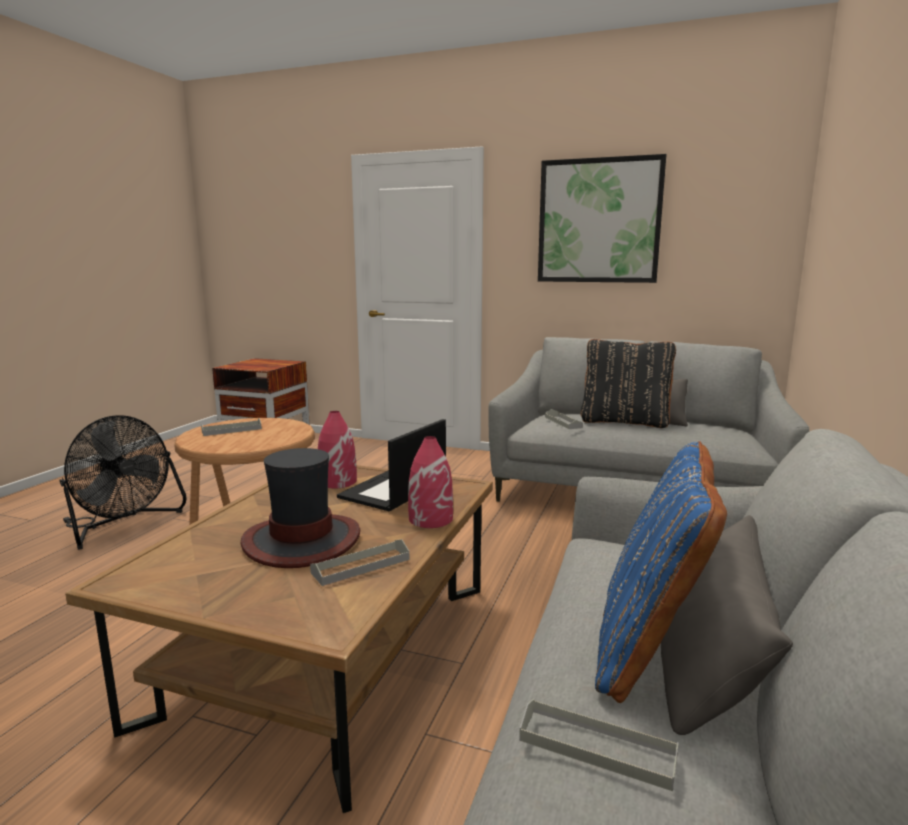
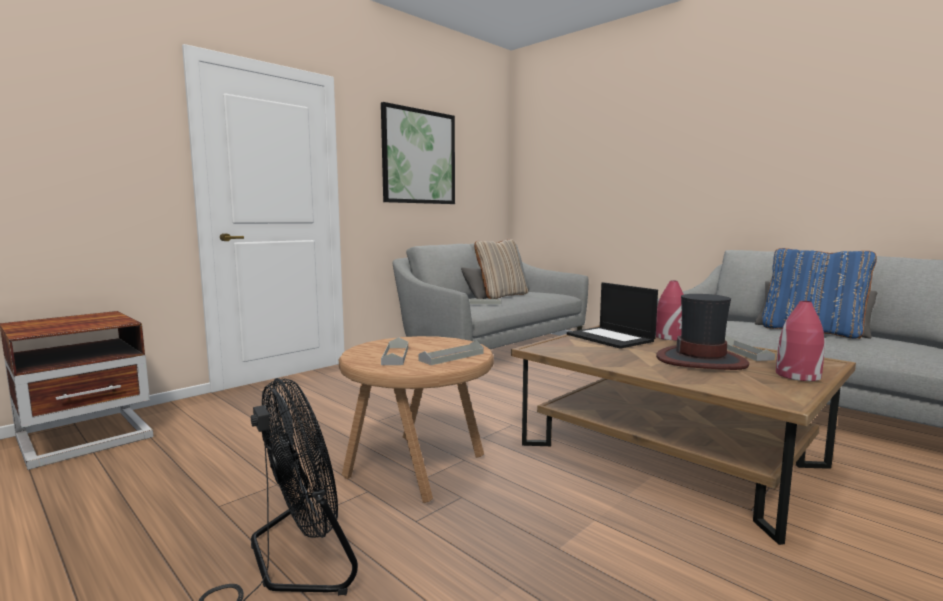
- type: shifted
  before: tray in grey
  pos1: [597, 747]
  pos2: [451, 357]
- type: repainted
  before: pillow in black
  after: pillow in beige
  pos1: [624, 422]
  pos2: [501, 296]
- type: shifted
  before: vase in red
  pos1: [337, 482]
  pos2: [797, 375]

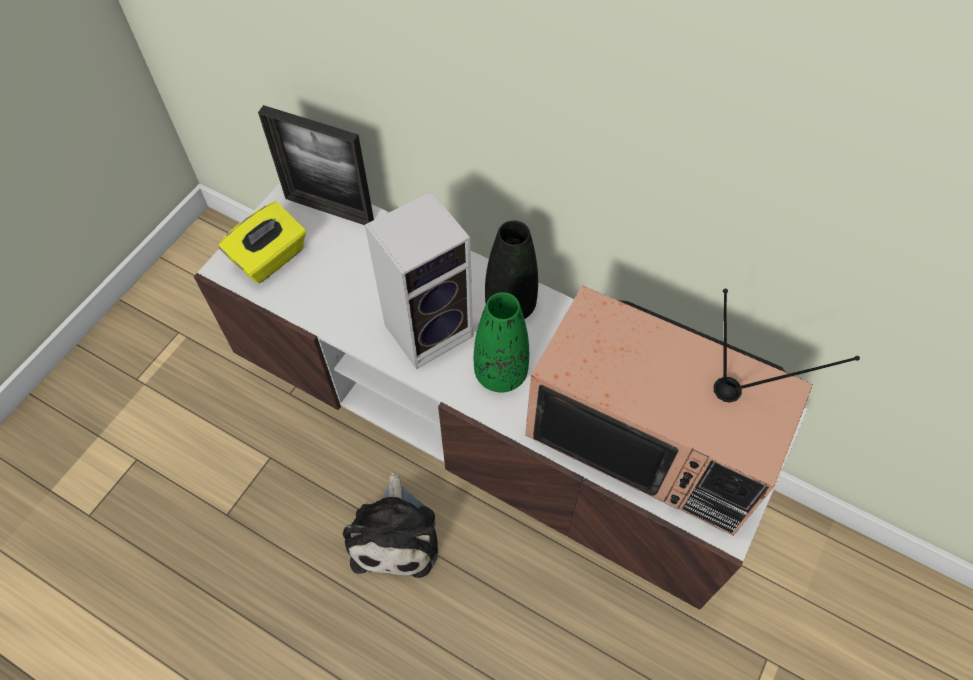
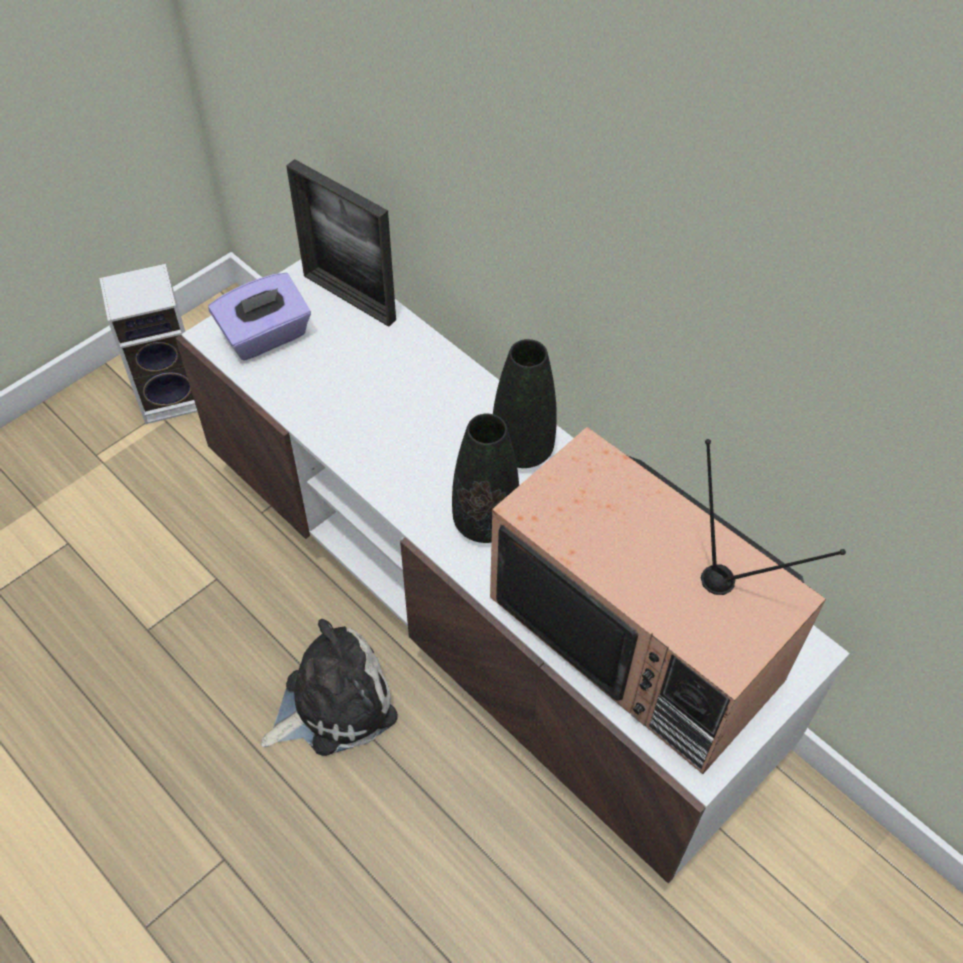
- type: shifted
  before: speaker
  pos1: [430, 328]
  pos2: [174, 394]
- type: repainted
  before: tissue box in yellow
  after: tissue box in purple
  pos1: [270, 258]
  pos2: [266, 336]
- type: rotated
  before: plush toy
  pos1: [395, 534]
  pos2: [333, 703]
  turn: -135
- type: repainted
  before: vase in green
  after: vase in black
  pos1: [500, 373]
  pos2: [485, 522]

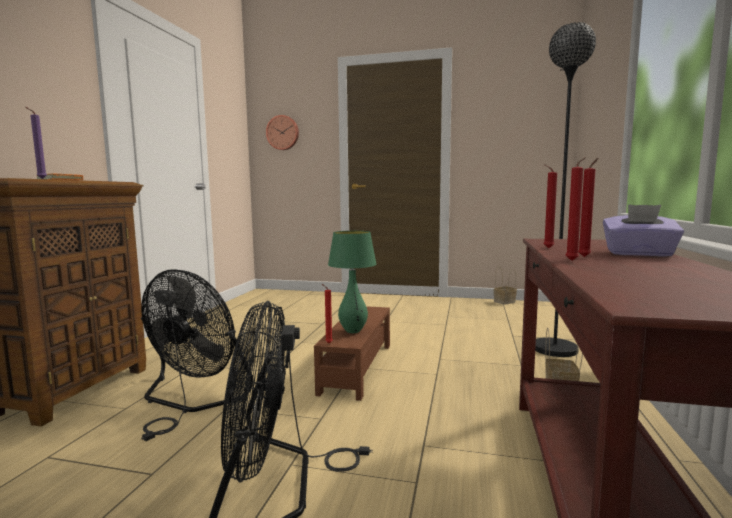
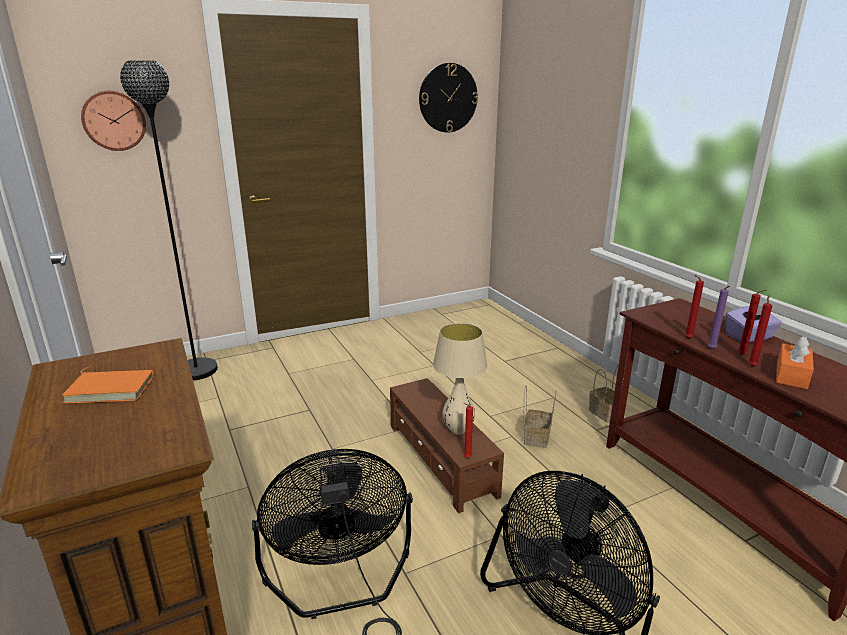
- type: shifted
  before: floor lamp in black
  pos1: [554, 349]
  pos2: [196, 371]
- type: new
  after: wall clock
  pos2: [448, 98]
- type: repainted
  before: table lamp in green
  after: table lamp in beige
  pos1: [353, 331]
  pos2: [458, 430]
- type: shifted
  before: basket
  pos1: [504, 301]
  pos2: [536, 437]
- type: shifted
  before: candle in purple
  pos1: [40, 179]
  pos2: [712, 349]
- type: new
  after: tissue box in orange
  pos2: [791, 375]

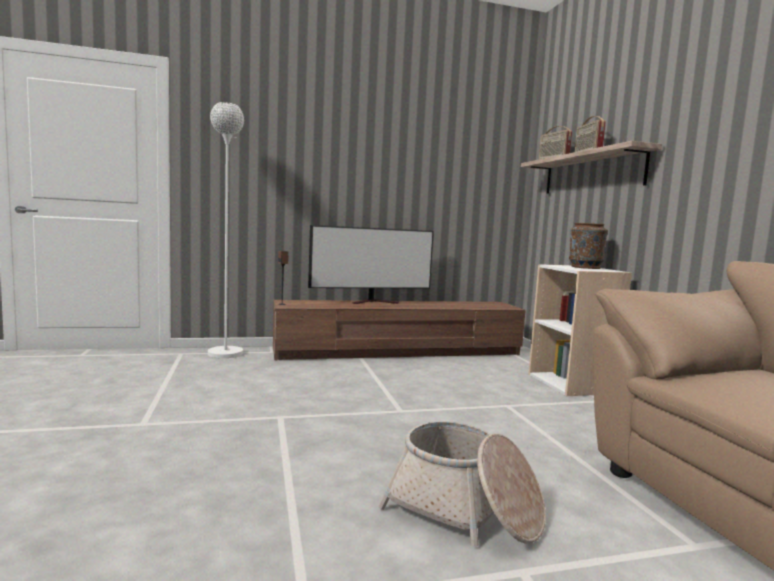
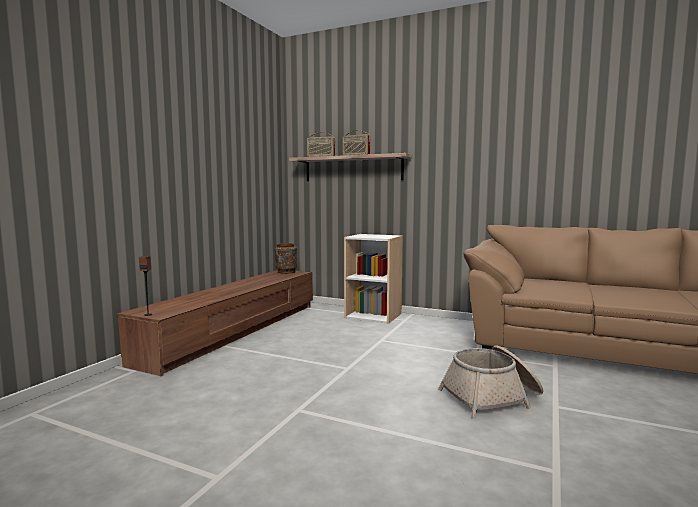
- type: shifted
  before: vase in brown
  pos1: [584, 267]
  pos2: [286, 272]
- type: gone
  before: floor lamp in white
  pos1: [225, 353]
- type: gone
  before: television
  pos1: [374, 302]

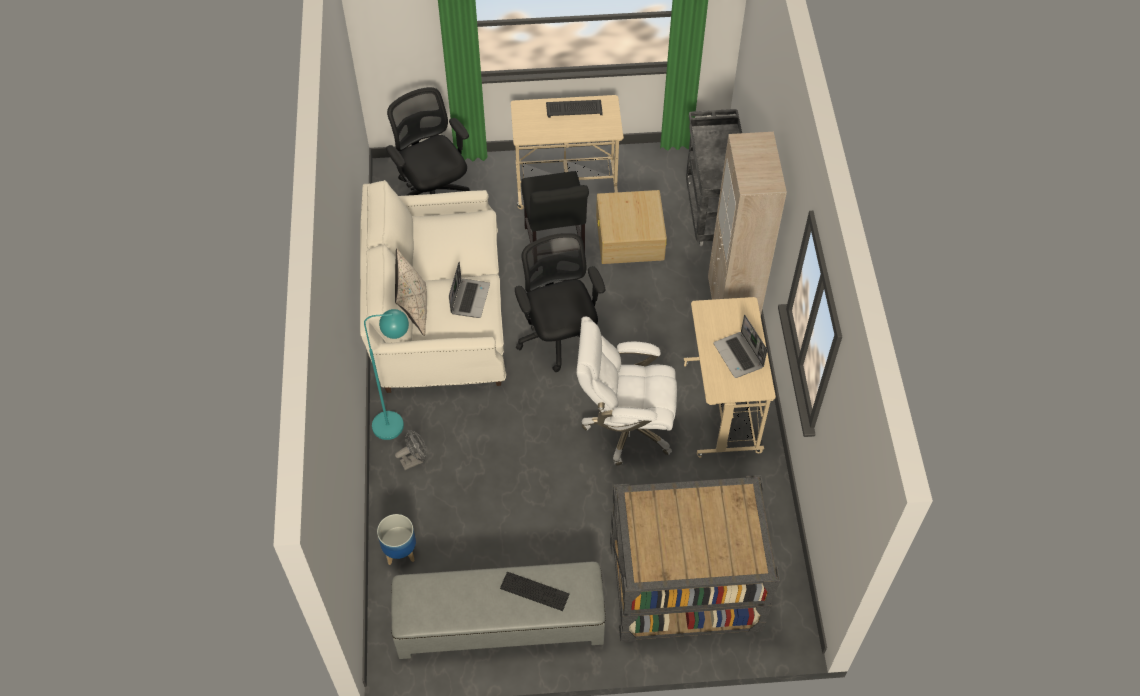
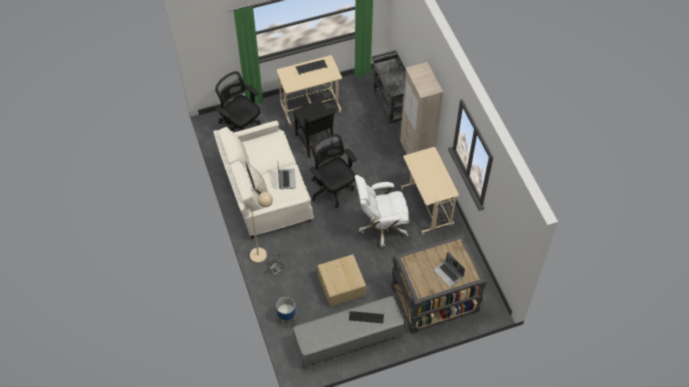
- type: repainted
  before: floor lamp in turquoise
  after: floor lamp in beige
  pos1: [398, 425]
  pos2: [263, 254]
- type: shifted
  before: storage box in beige
  pos1: [629, 238]
  pos2: [341, 285]
- type: shifted
  before: laptop
  pos1: [739, 356]
  pos2: [448, 273]

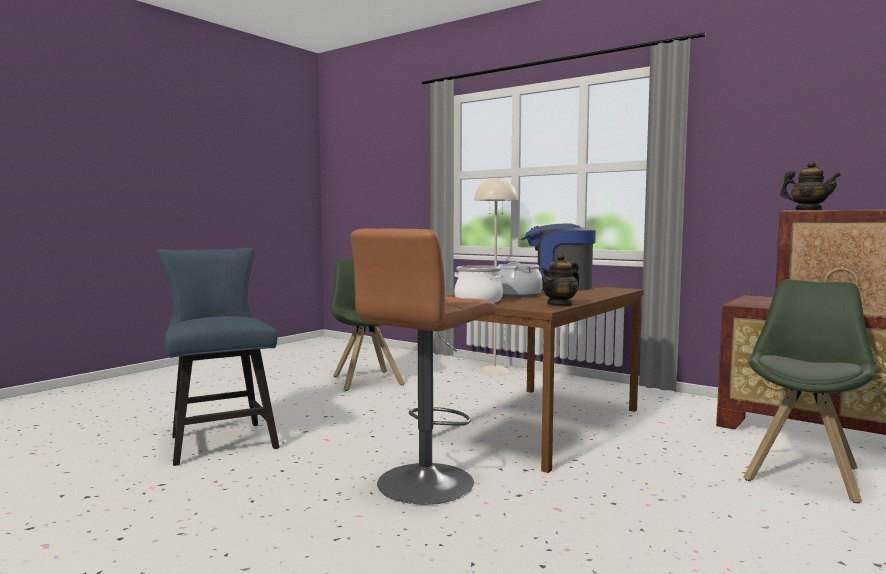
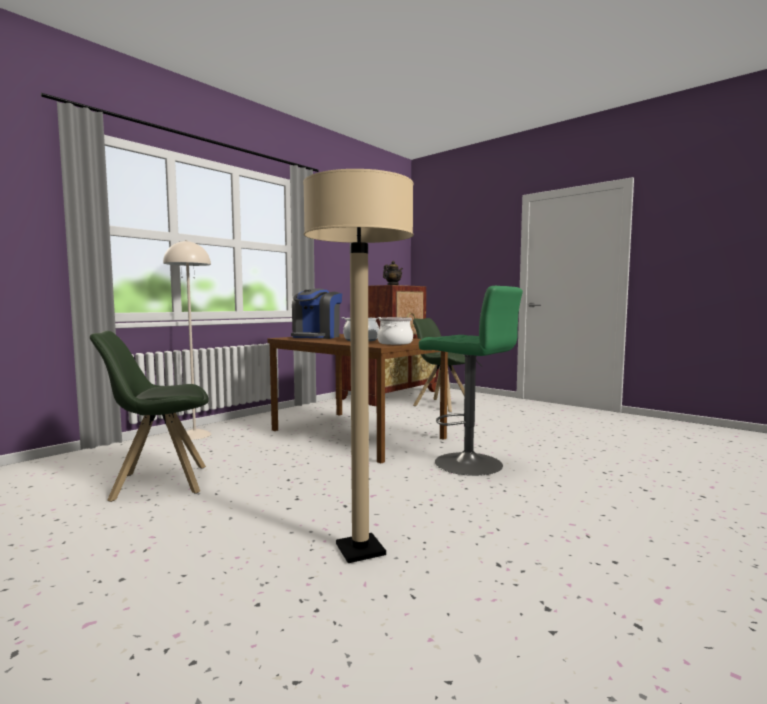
- type: swapped
  before: chair in blue
  after: floor lamp in beige
  pos1: [220, 440]
  pos2: [360, 550]
- type: repainted
  before: stool in brown
  after: stool in green
  pos1: [424, 483]
  pos2: [468, 464]
- type: gone
  before: teapot
  pos1: [560, 305]

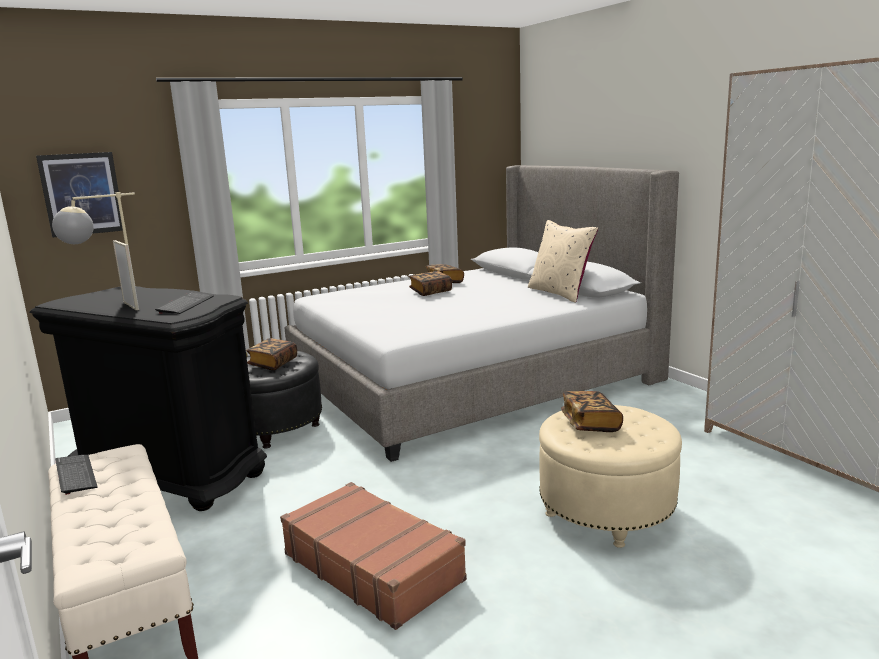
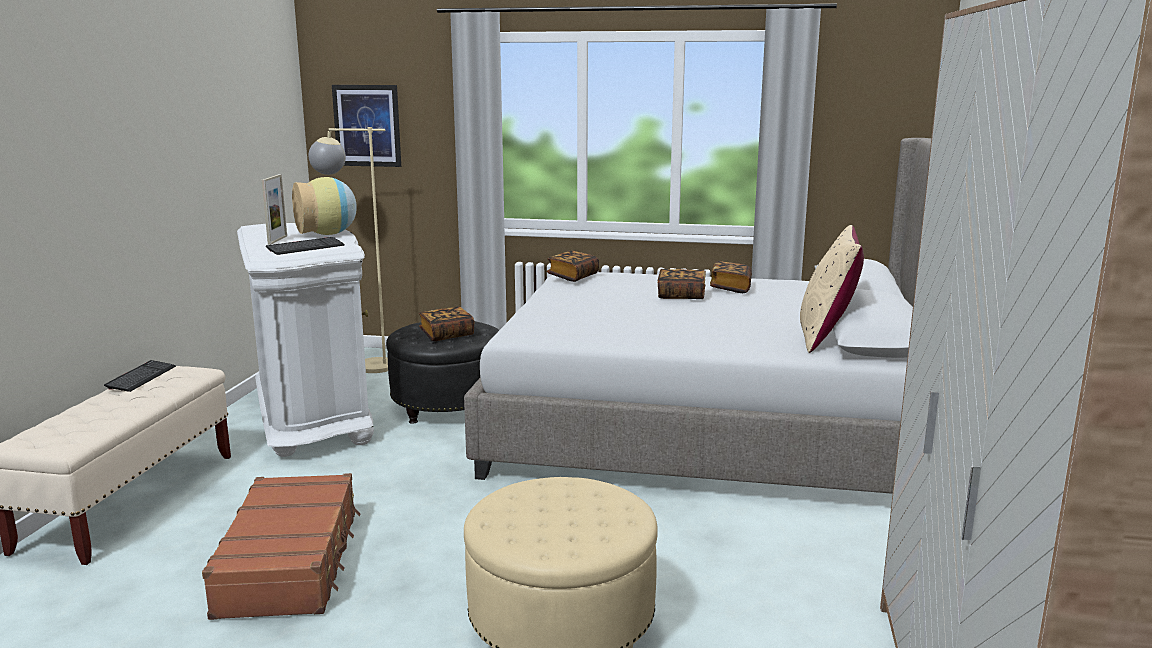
- type: repainted
  before: dresser in black
  after: dresser in white
  pos1: [170, 476]
  pos2: [311, 418]
- type: new
  after: vase
  pos2: [328, 234]
- type: shifted
  before: book
  pos1: [590, 424]
  pos2: [573, 276]

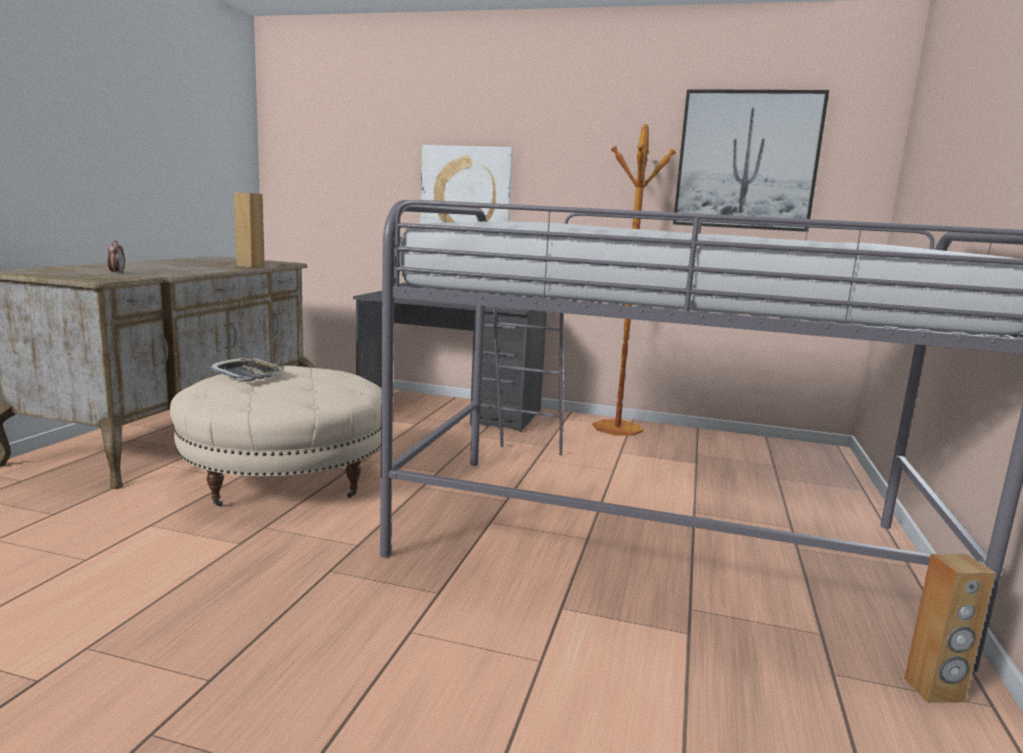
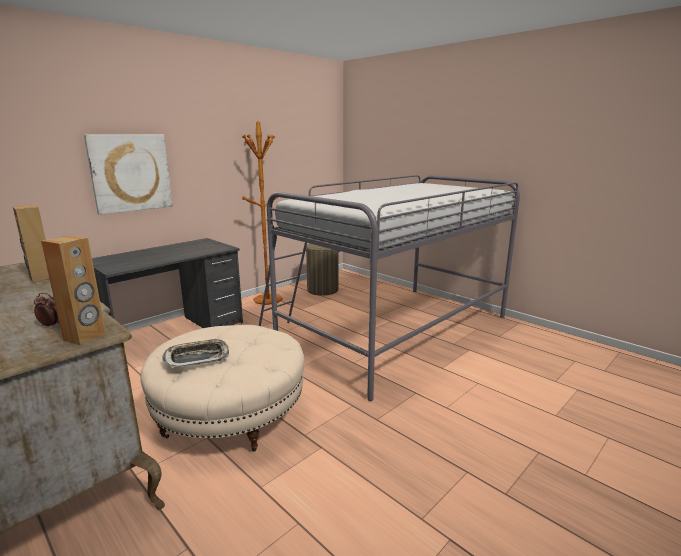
- type: shifted
  before: speaker in brown
  pos1: [934, 690]
  pos2: [85, 337]
- type: new
  after: laundry basket
  pos2: [322, 290]
- type: gone
  before: picture
  pos1: [747, 161]

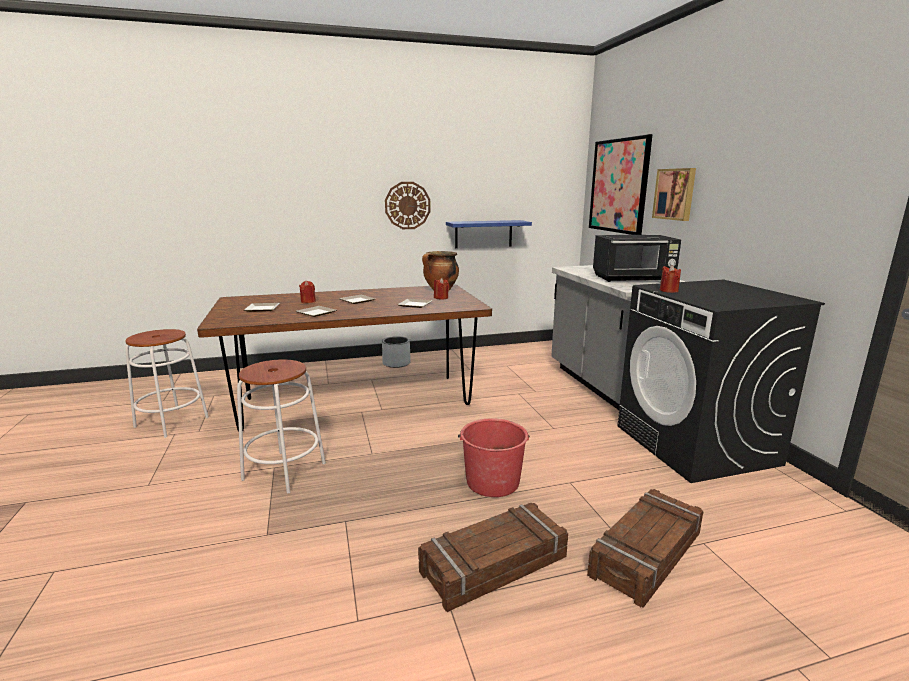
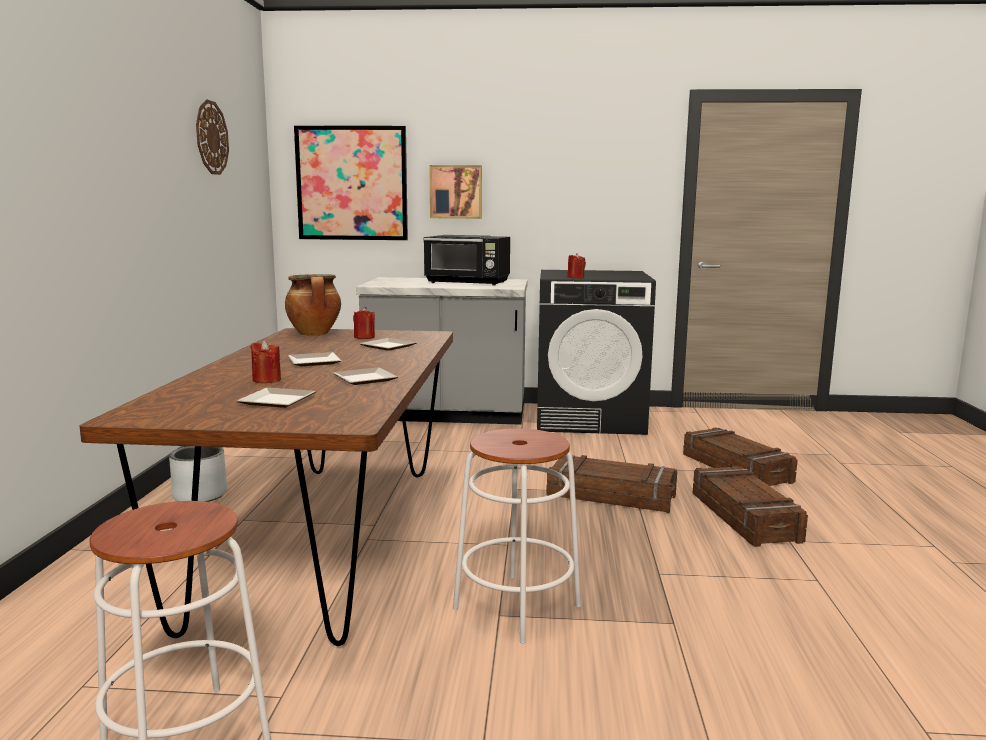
- type: shifted
  before: wall clock
  pos1: [407, 205]
  pos2: [211, 137]
- type: rotated
  before: microwave in black
  pos1: [633, 279]
  pos2: [468, 282]
  turn: 90
- type: swapped
  before: bucket in red
  after: crate
  pos1: [492, 482]
  pos2: [611, 495]
- type: gone
  before: shelf in blue
  pos1: [483, 234]

